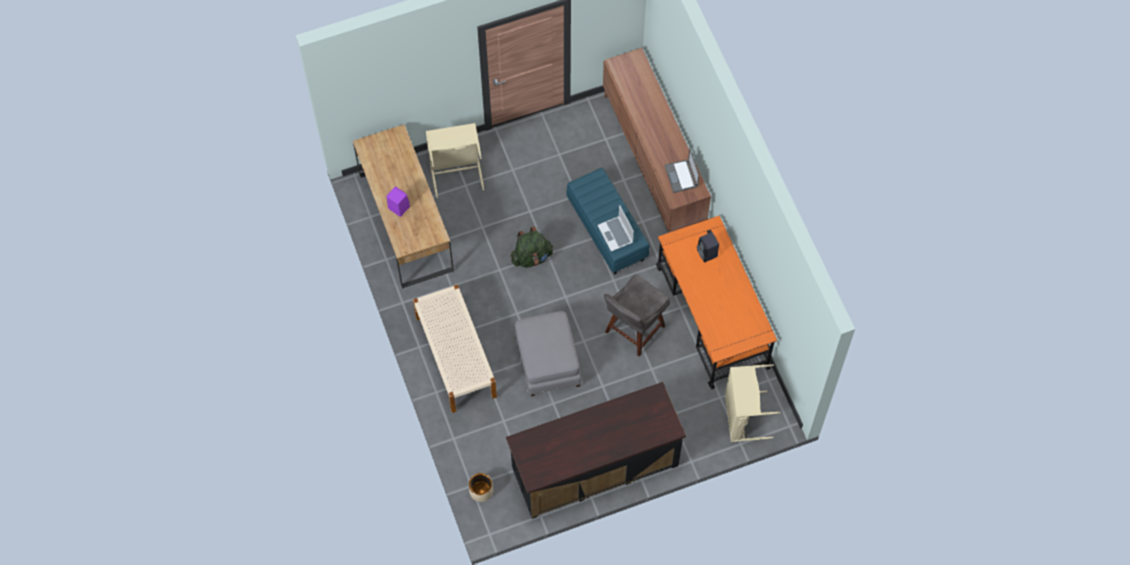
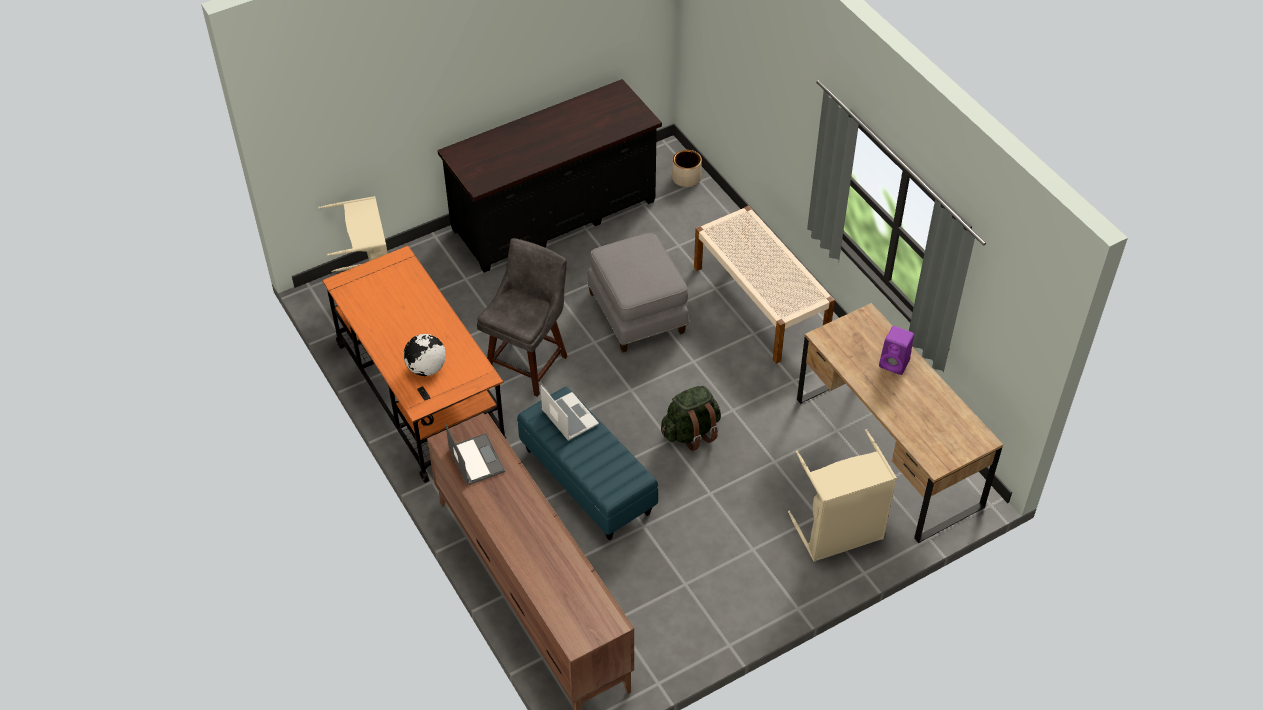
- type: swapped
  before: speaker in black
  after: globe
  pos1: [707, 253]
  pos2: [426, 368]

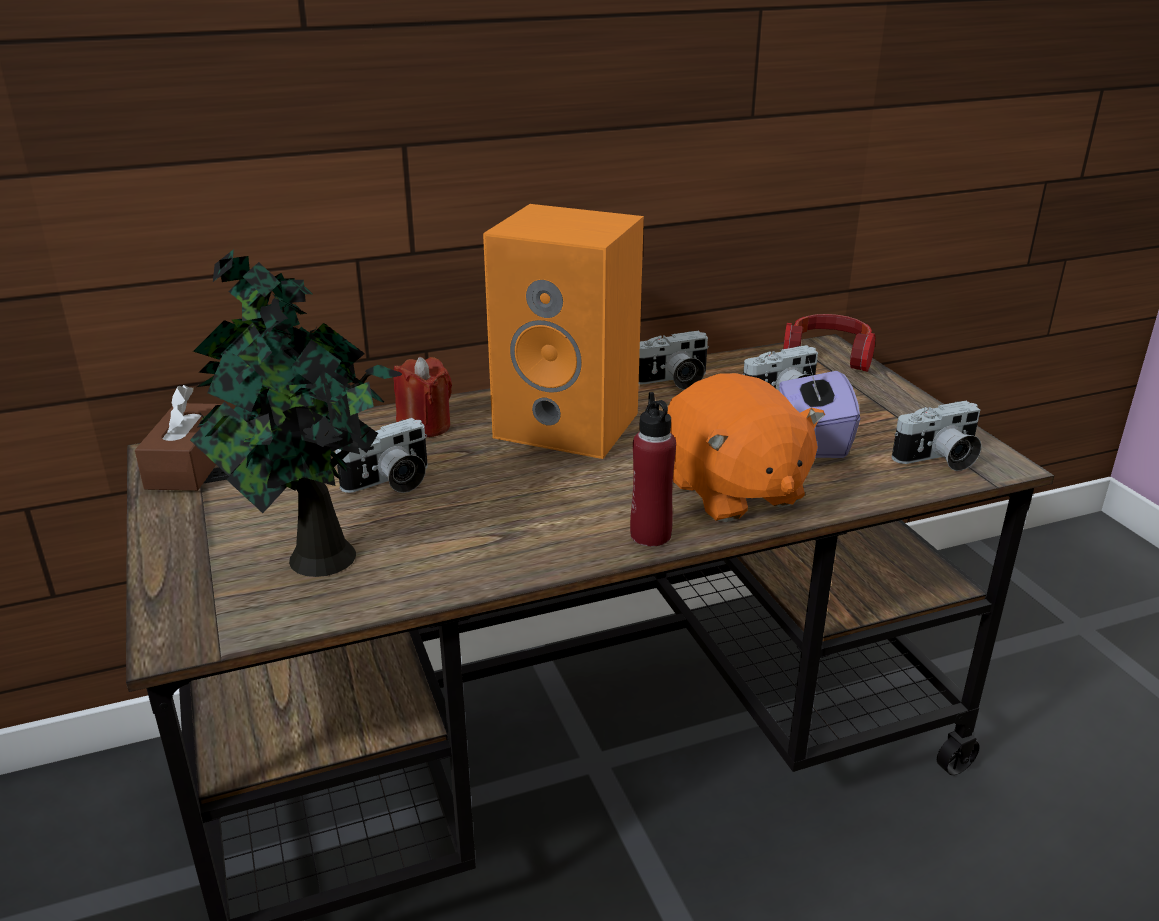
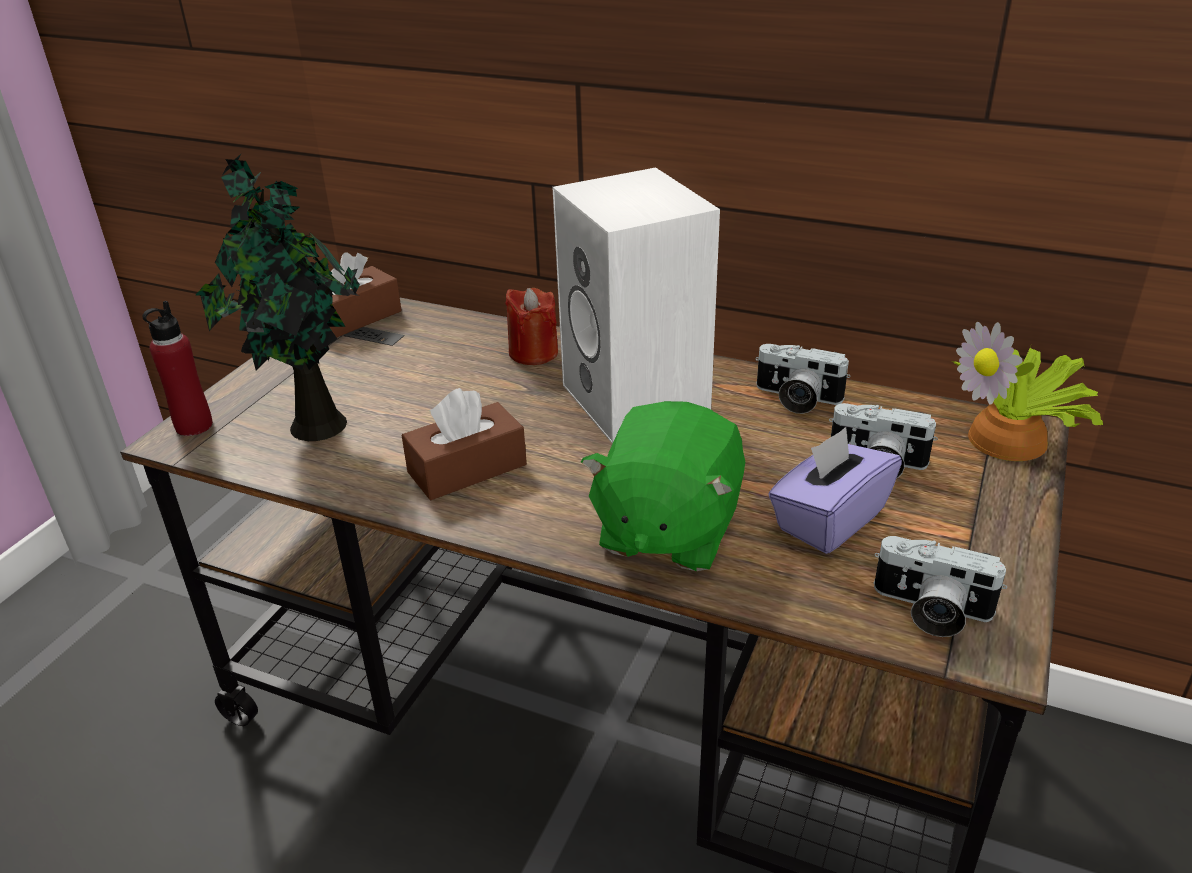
- type: shifted
  before: bottle in red
  pos1: [650, 535]
  pos2: [193, 426]
- type: new
  after: tissue box in brown
  pos2: [467, 468]
- type: repainted
  before: speaker in orange
  after: speaker in white
  pos1: [571, 424]
  pos2: [639, 401]
- type: repainted
  before: plush toy in orange
  after: plush toy in green
  pos1: [733, 491]
  pos2: [666, 529]
- type: swapped
  before: headphones
  after: potted plant
  pos1: [828, 355]
  pos2: [1013, 440]
- type: gone
  before: photo camera
  pos1: [390, 482]

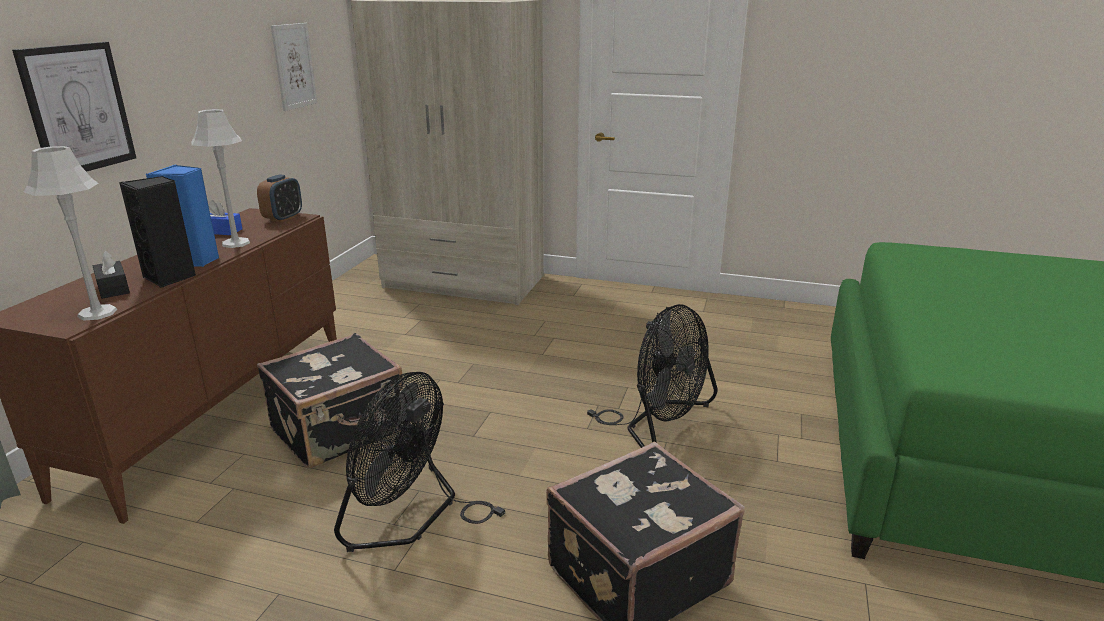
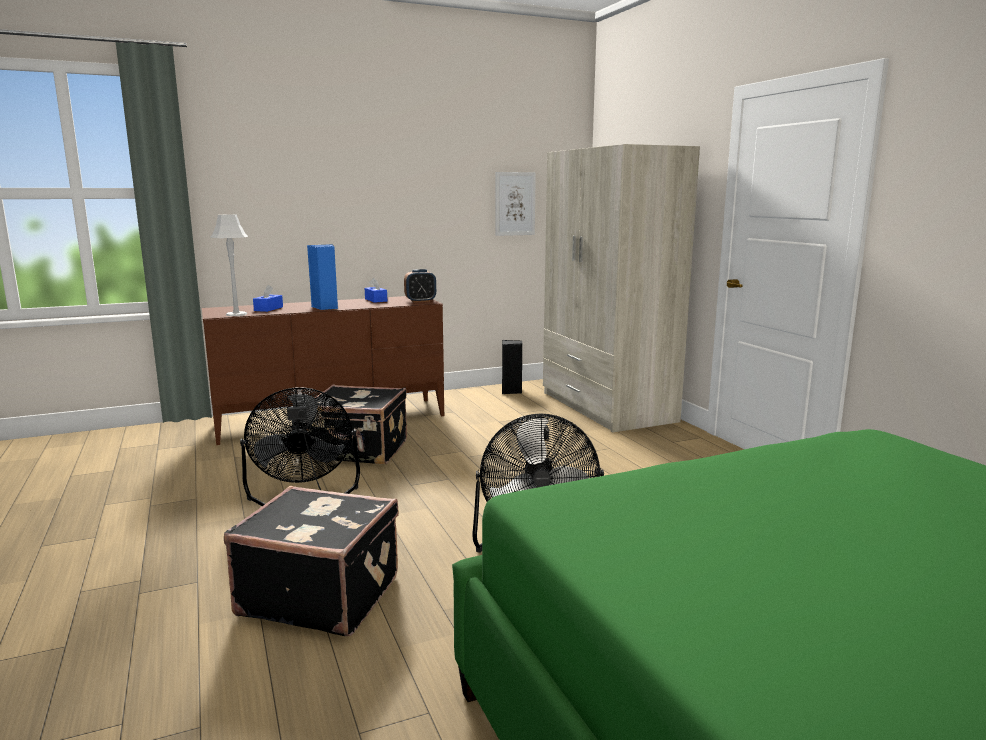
- type: repainted
  before: tissue box in black
  after: tissue box in blue
  pos1: [113, 288]
  pos2: [268, 309]
- type: shifted
  before: speaker in black
  pos1: [170, 277]
  pos2: [511, 391]
- type: gone
  before: picture
  pos1: [78, 108]
- type: gone
  before: table lamp in grey
  pos1: [236, 243]

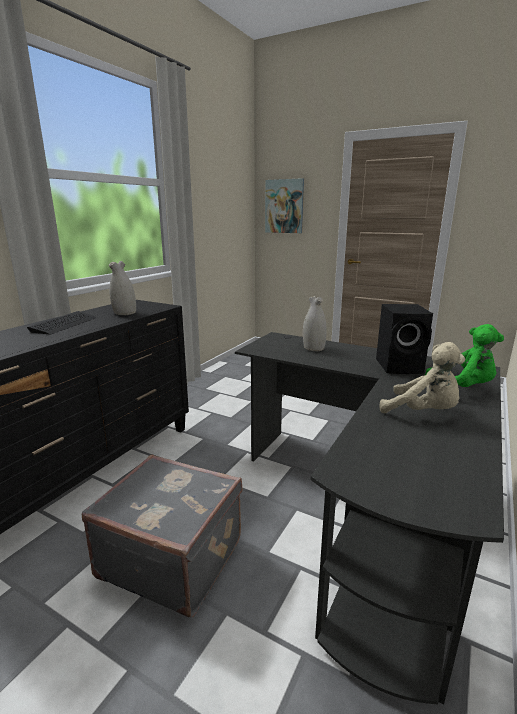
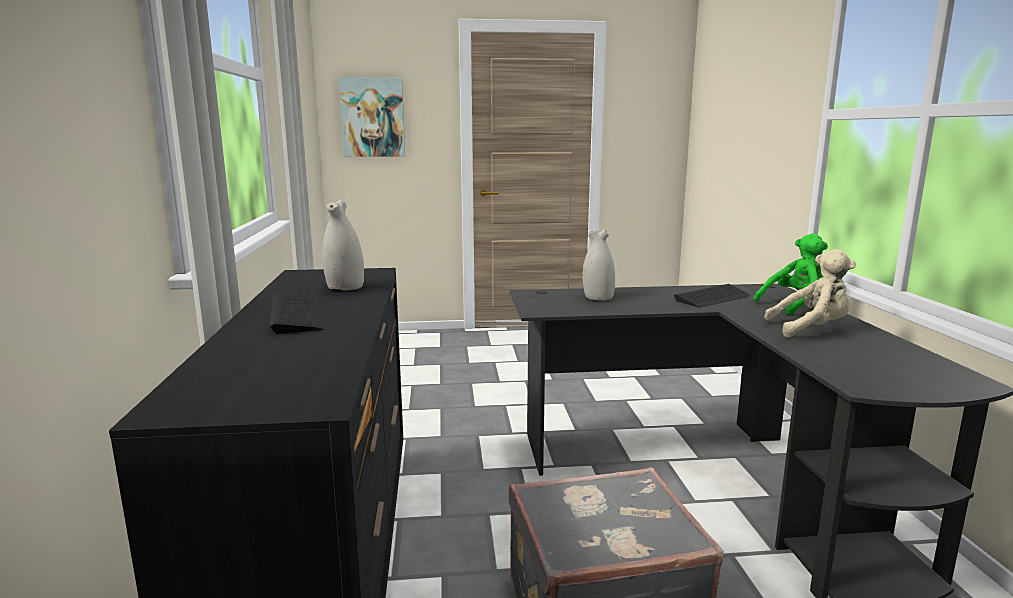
- type: swapped
  before: speaker in black
  after: keyboard
  pos1: [401, 366]
  pos2: [712, 298]

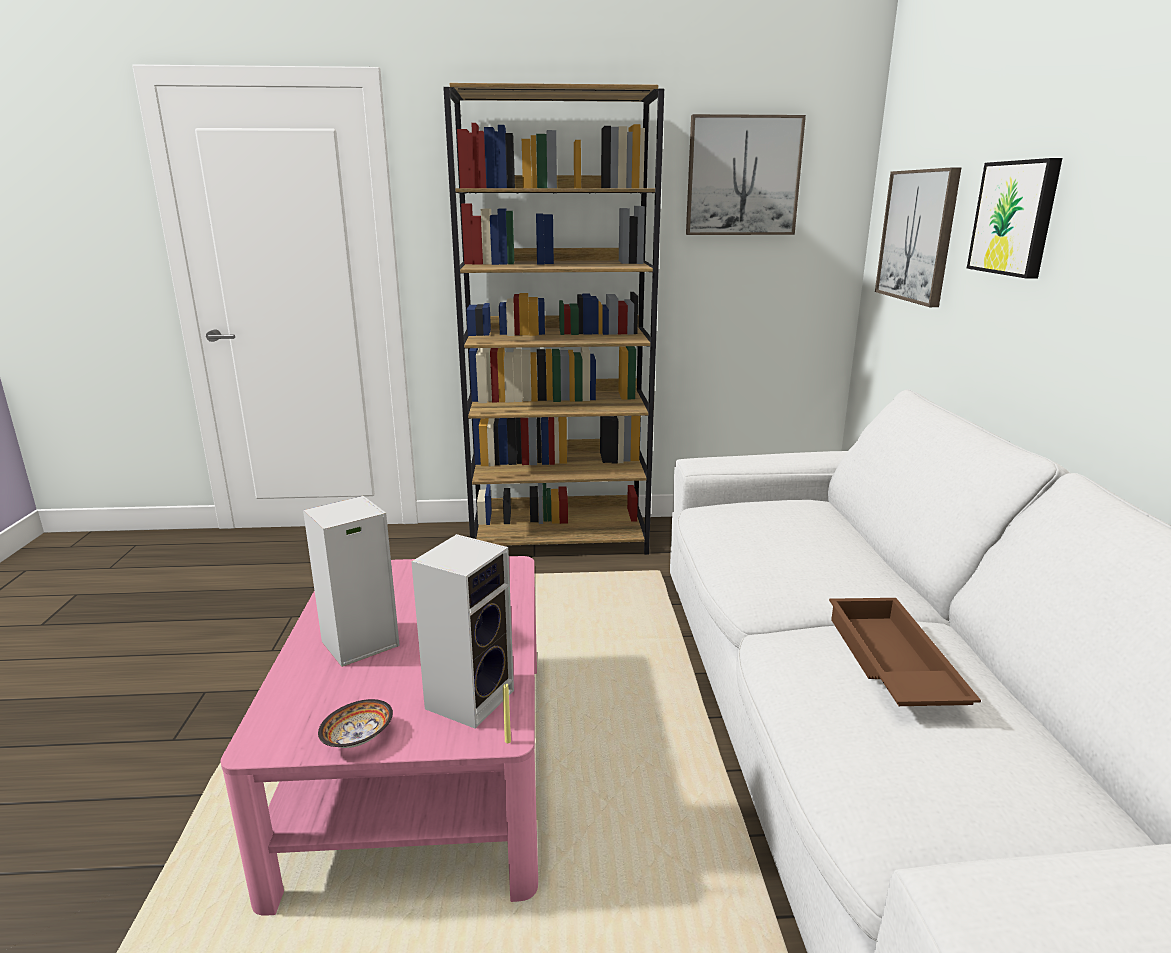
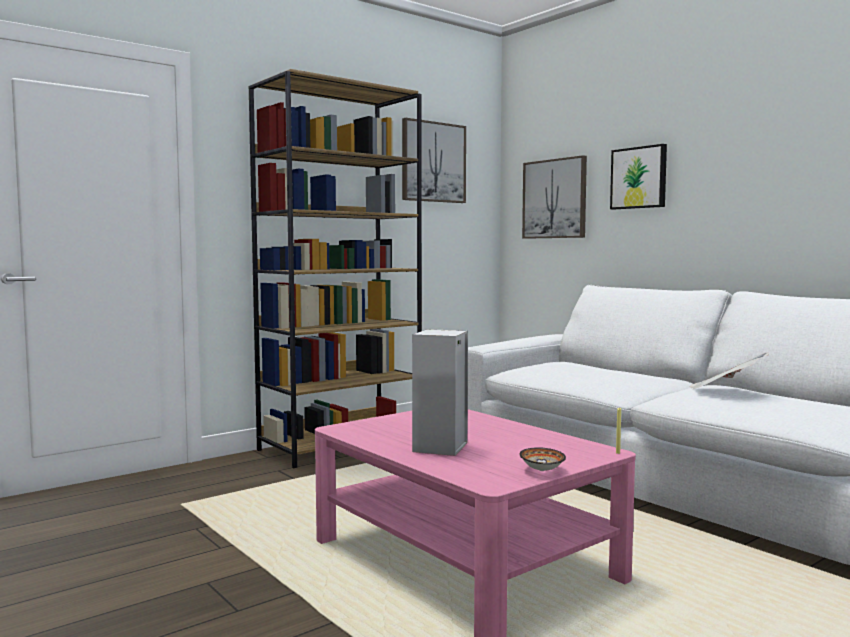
- type: swapped
  before: tray in brown
  after: newspaper
  pos1: [889, 664]
  pos2: [725, 391]
- type: gone
  before: speaker
  pos1: [470, 697]

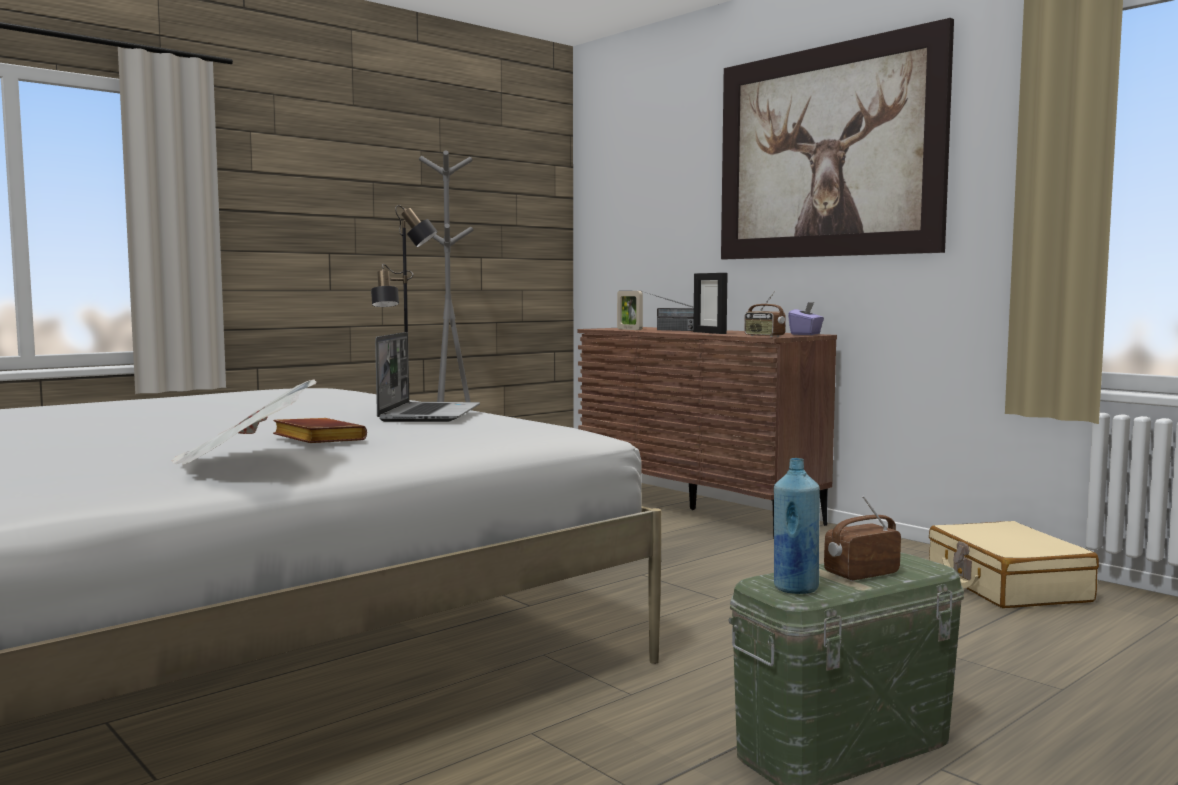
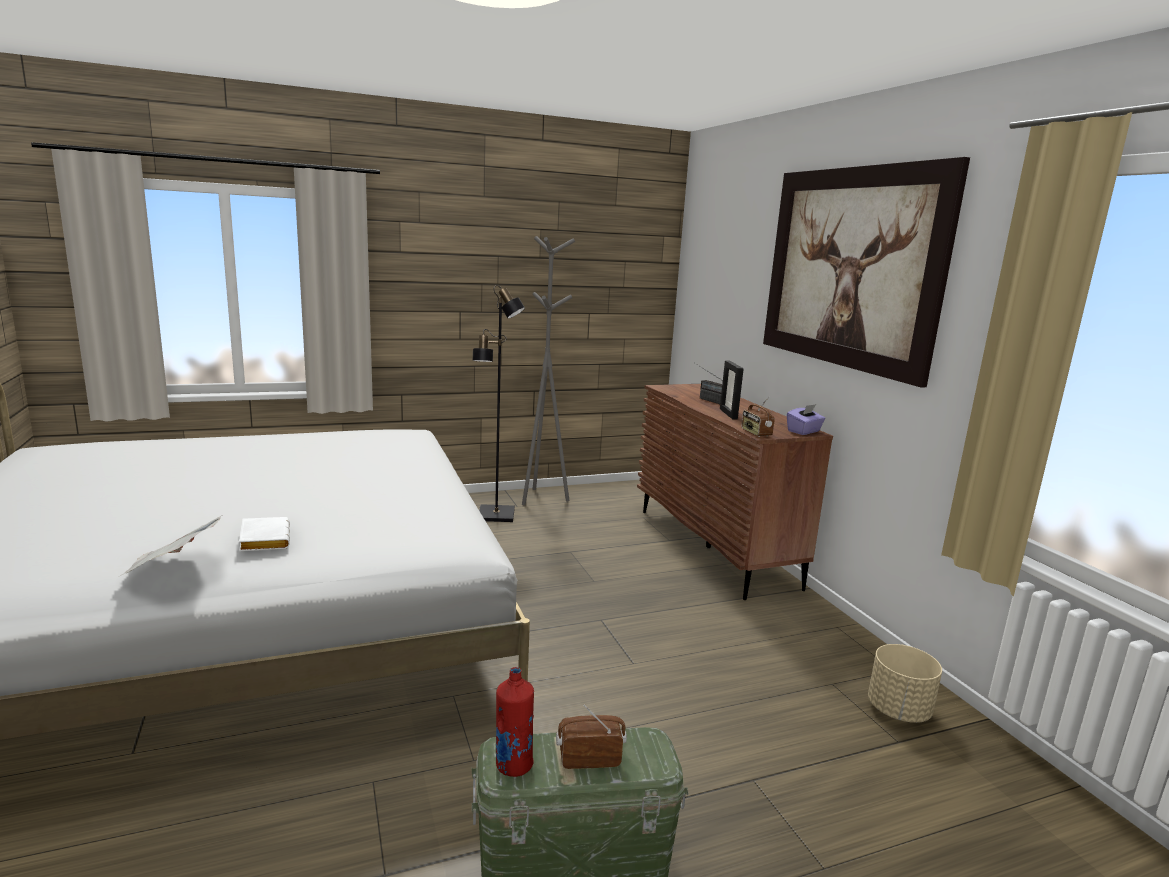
- type: repainted
  before: book in brown
  after: book in white
  pos1: [315, 440]
  pos2: [263, 539]
- type: repainted
  before: bottle in blue
  after: bottle in red
  pos1: [795, 588]
  pos2: [513, 765]
- type: swapped
  before: suitcase in beige
  after: planter in beige
  pos1: [1006, 585]
  pos2: [898, 711]
- type: gone
  before: laptop
  pos1: [429, 414]
- type: gone
  before: picture frame
  pos1: [629, 329]

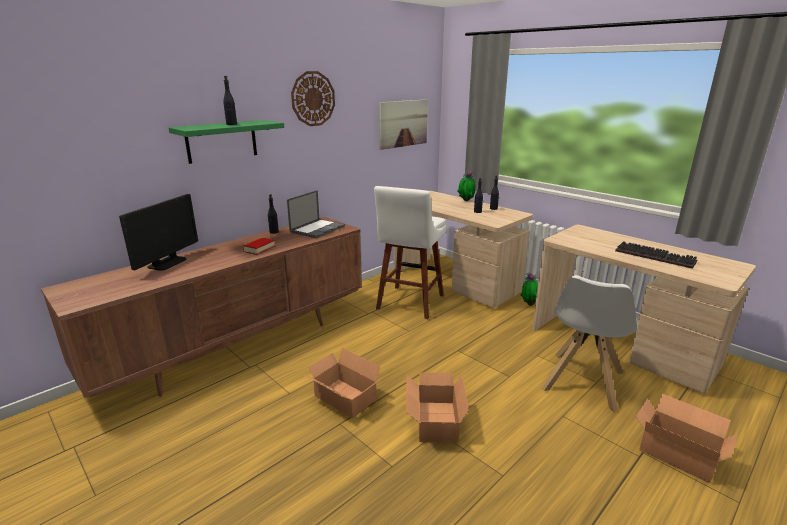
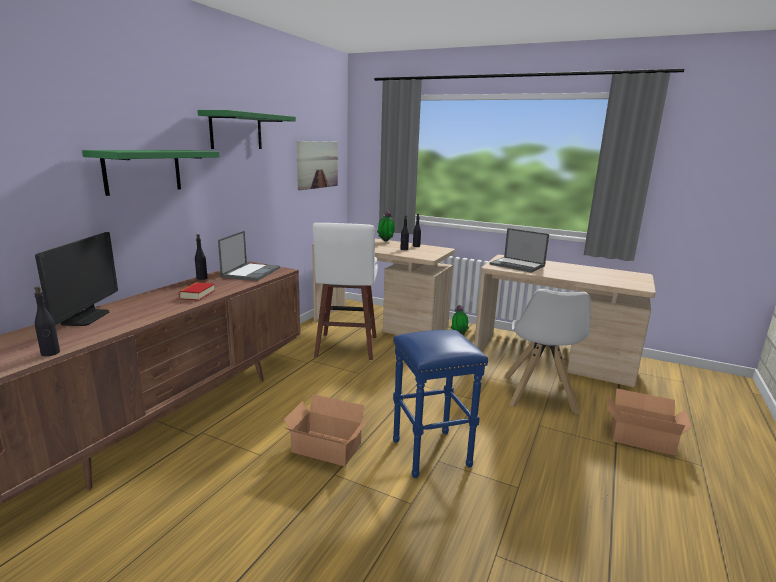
- type: shifted
  before: bottle in black
  pos1: [231, 124]
  pos2: [50, 353]
- type: swapped
  before: wall clock
  after: shelf in green
  pos1: [313, 99]
  pos2: [236, 131]
- type: swapped
  before: cardboard box
  after: stool in blue
  pos1: [434, 422]
  pos2: [430, 453]
- type: new
  after: laptop
  pos2: [518, 265]
- type: gone
  before: keyboard
  pos1: [656, 256]

